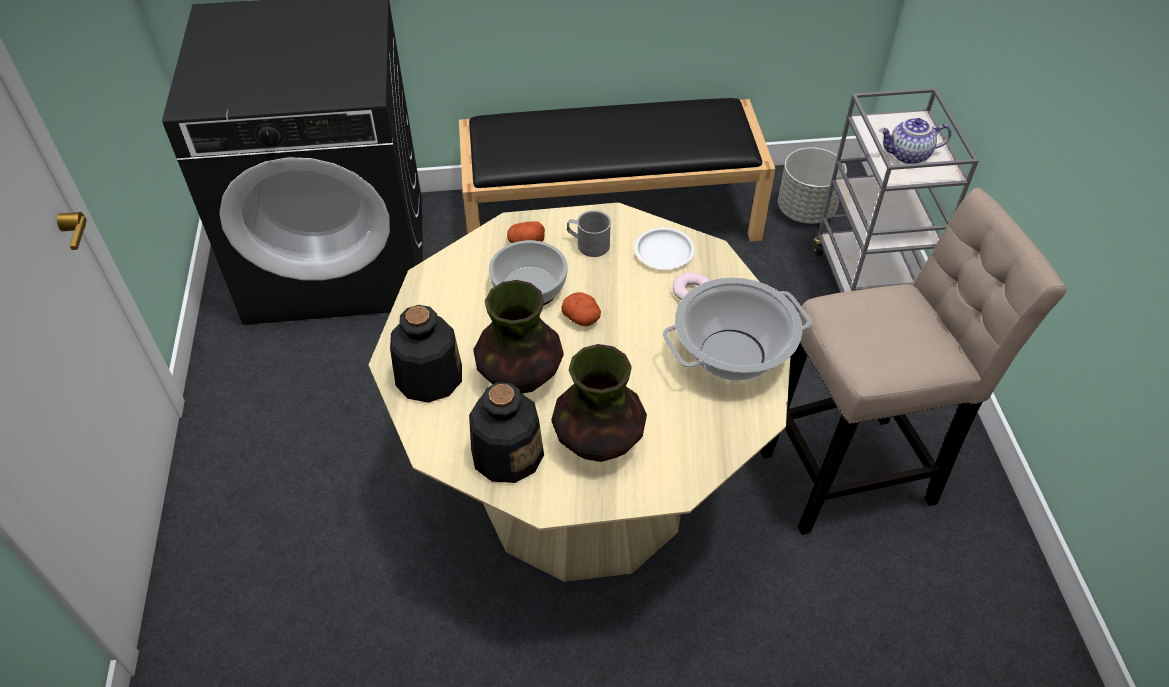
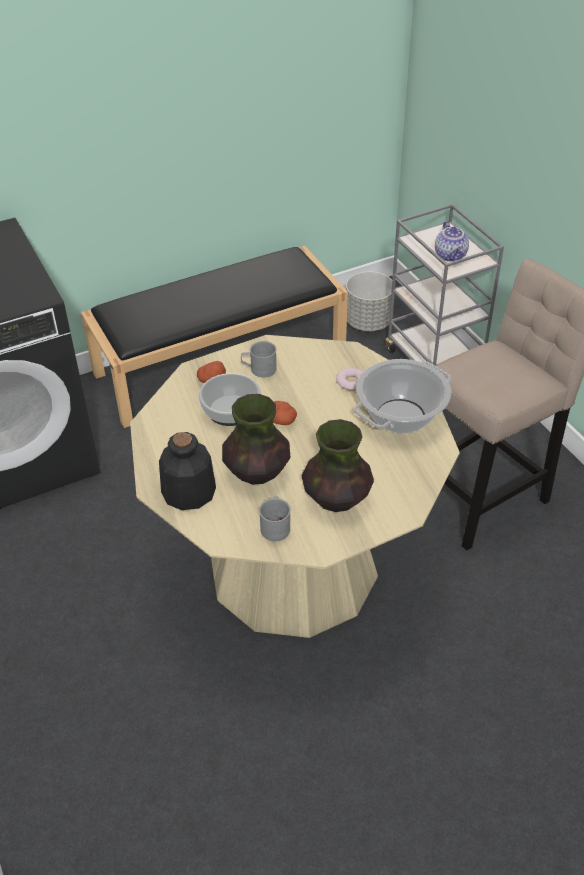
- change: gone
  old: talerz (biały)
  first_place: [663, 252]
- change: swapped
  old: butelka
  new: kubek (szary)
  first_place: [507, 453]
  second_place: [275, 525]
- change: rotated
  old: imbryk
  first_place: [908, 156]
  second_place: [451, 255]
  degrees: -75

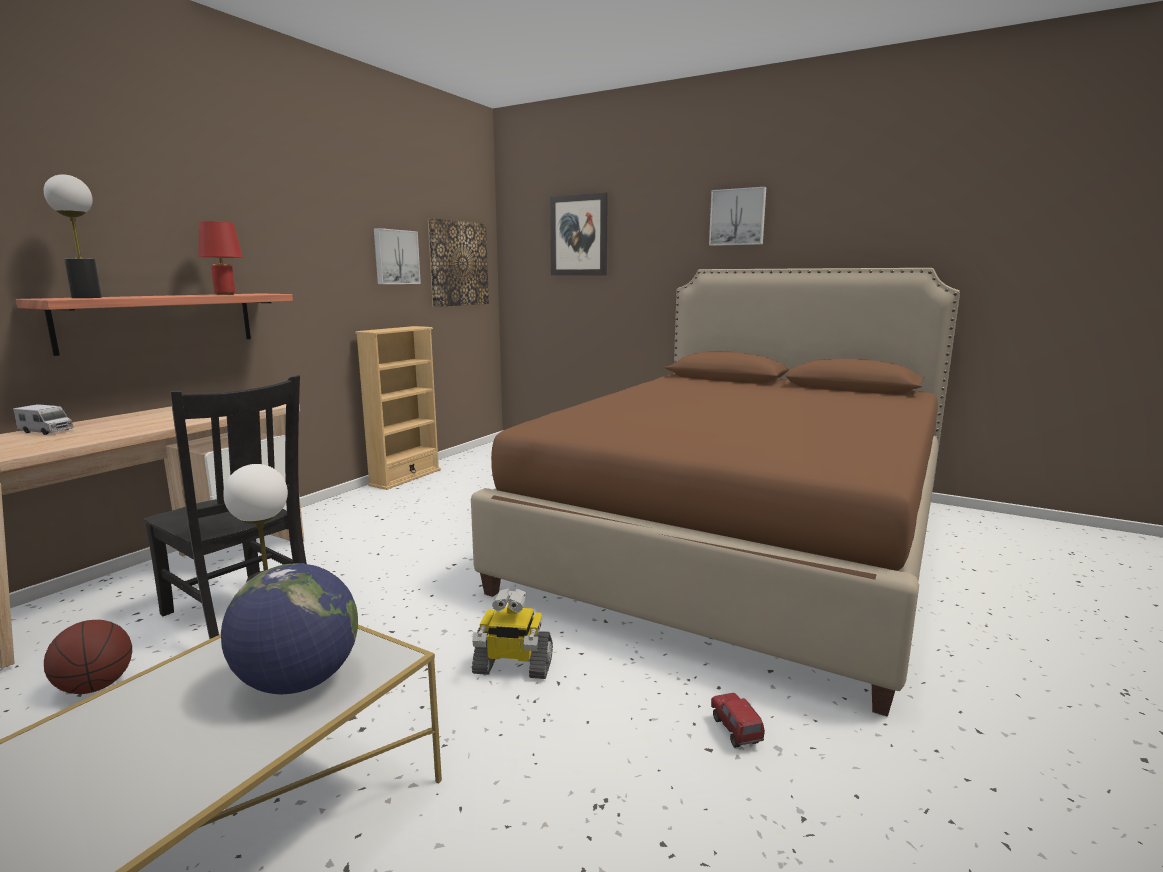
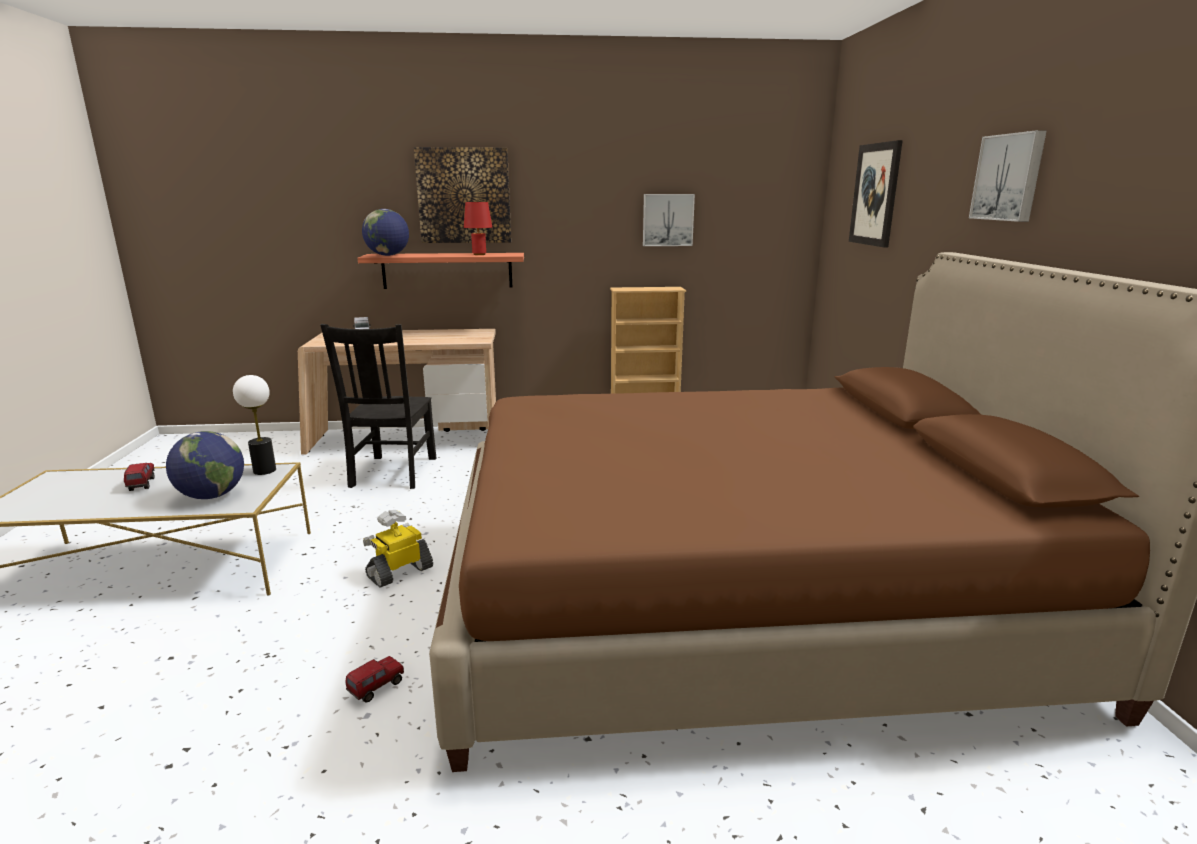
- change: gone
  old: piłka do koszykówki
  first_place: [95, 687]
- change: new
  new: ciężarówka zabawkowa
  second_place: [141, 485]
- change: shifted
  old: obraz
  first_place: [458, 263]
  second_place: [464, 196]
- change: swapped
  old: lampa stołowa
  new: globus
  first_place: [86, 297]
  second_place: [388, 255]
- change: rotated
  old: robot zabawkowy
  first_place: [512, 666]
  second_place: [399, 572]
  degrees: 75

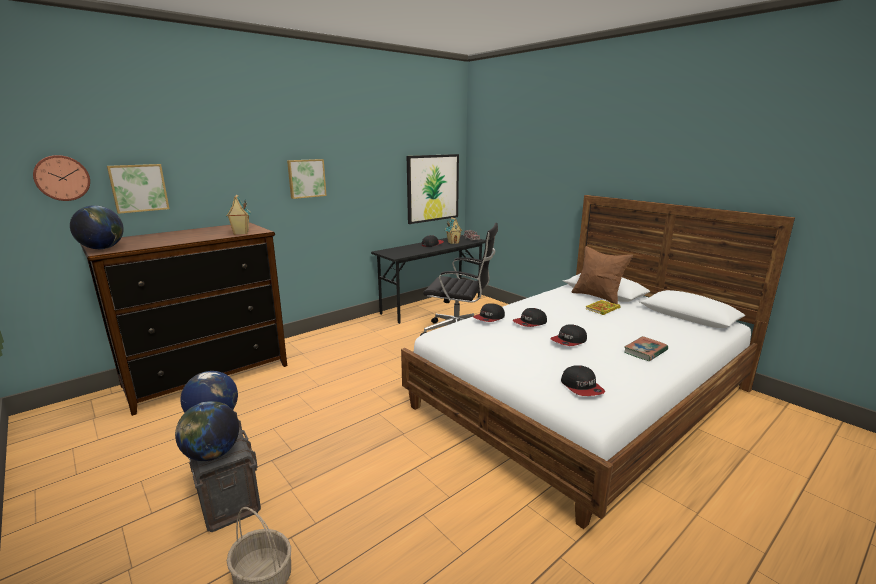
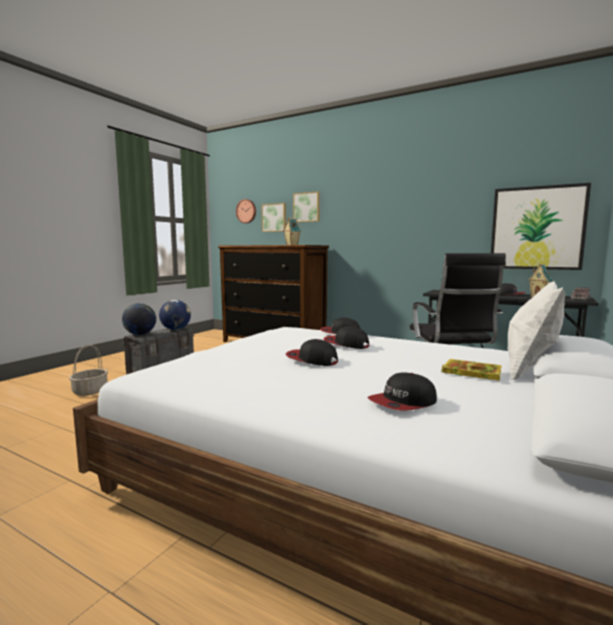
- change: gone
  old: globus
  first_place: [102, 249]
- change: gone
  old: książka
  first_place: [645, 351]
- change: shifted
  old: obraz
  first_place: [306, 178]
  second_place: [307, 207]
- change: shifted
  old: czapka z daszkiem
  first_place: [582, 387]
  second_place: [403, 403]
- change: repainted
  old: poduszka (brązowy)
  new: poduszka (biały)
  first_place: [598, 297]
  second_place: [530, 370]

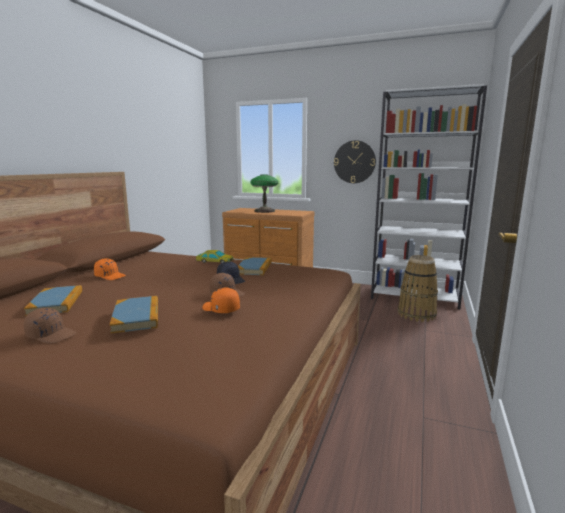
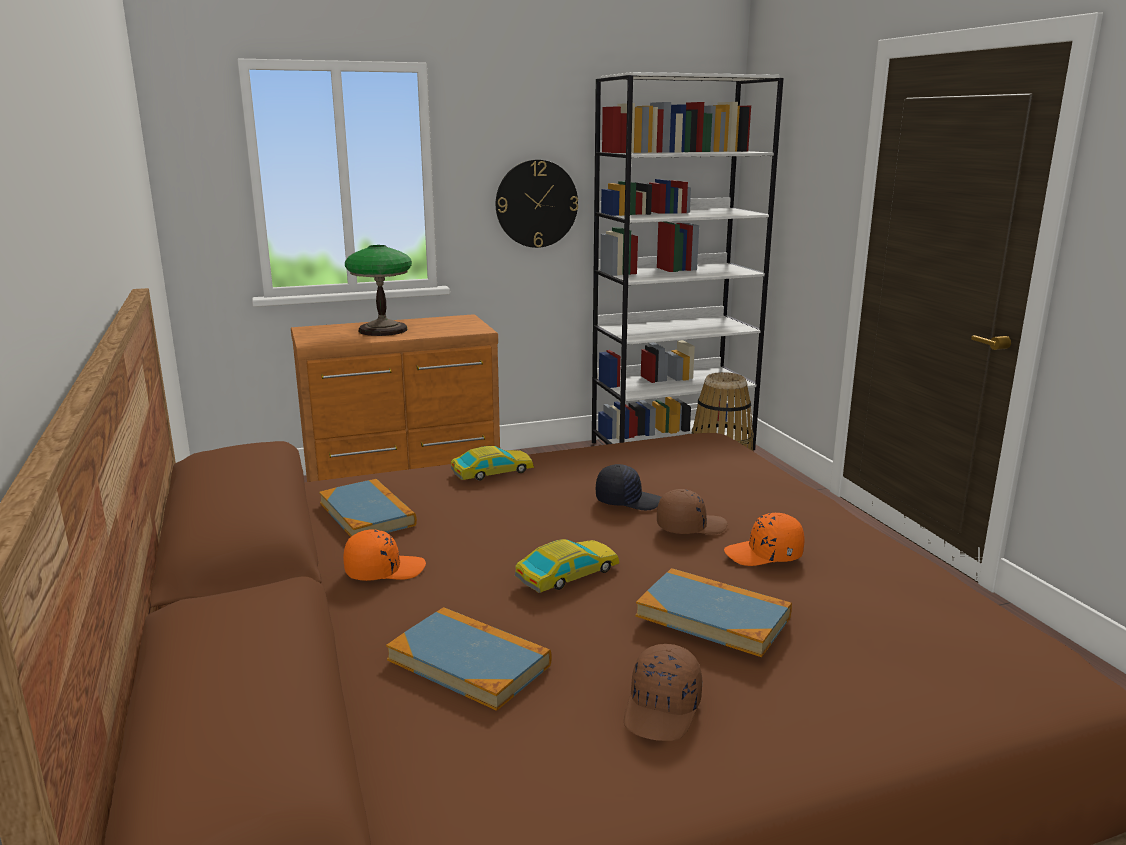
- change: new
  new: samochodzik
  second_place: [567, 574]
- change: shifted
  old: książka
  first_place: [254, 268]
  second_place: [367, 514]
- change: rotated
  old: czapka z daszkiem (brązowy)
  first_place: [51, 335]
  second_place: [663, 709]
  degrees: 135

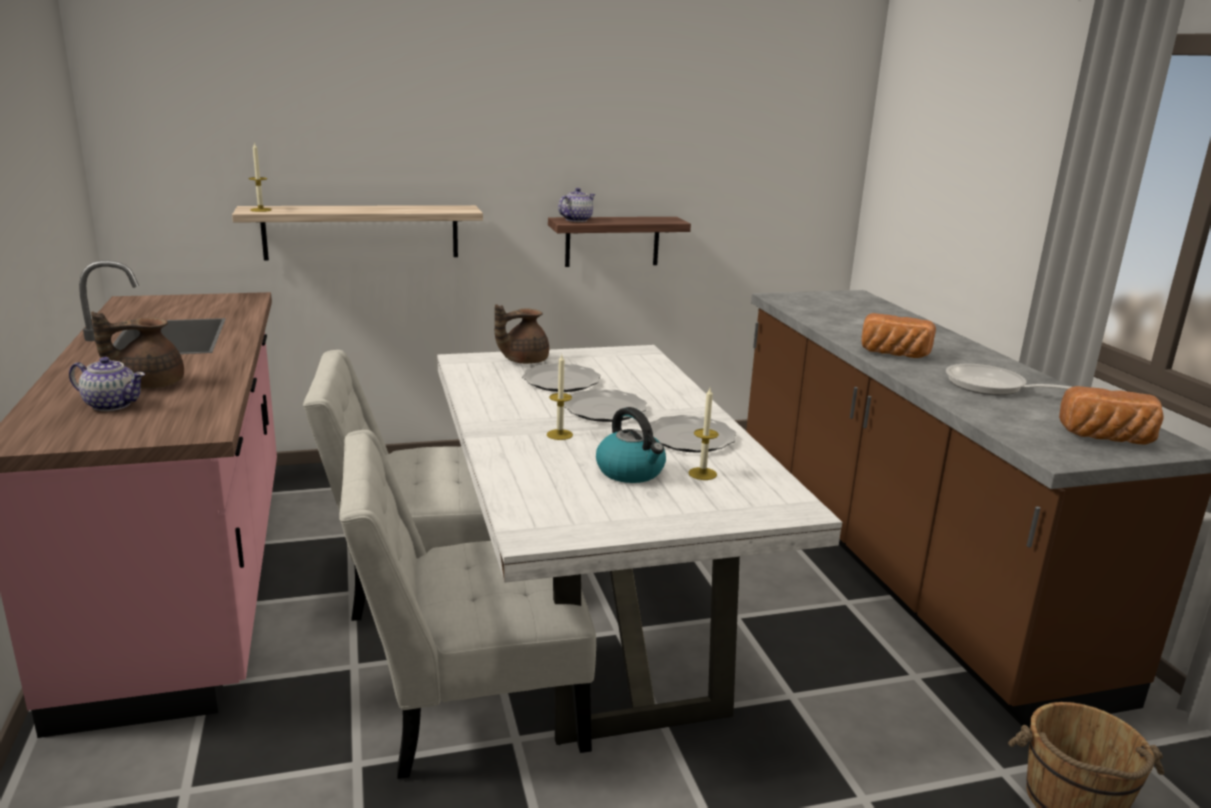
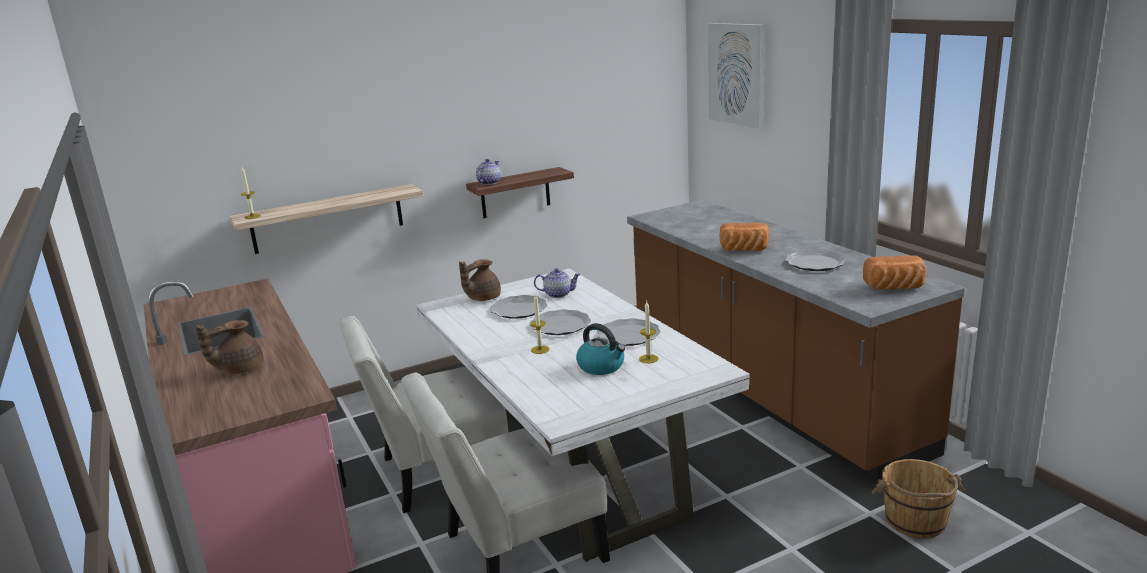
- change: new
  new: obraz
  second_place: [737, 74]
- change: shifted
  old: imbryk
  first_place: [113, 404]
  second_place: [558, 294]
- change: swapped
  old: patelnia
  new: talerz
  first_place: [992, 387]
  second_place: [815, 263]

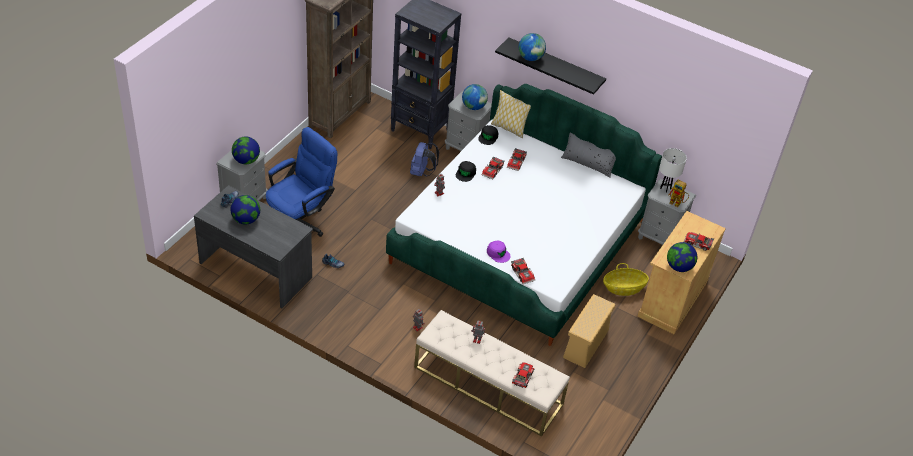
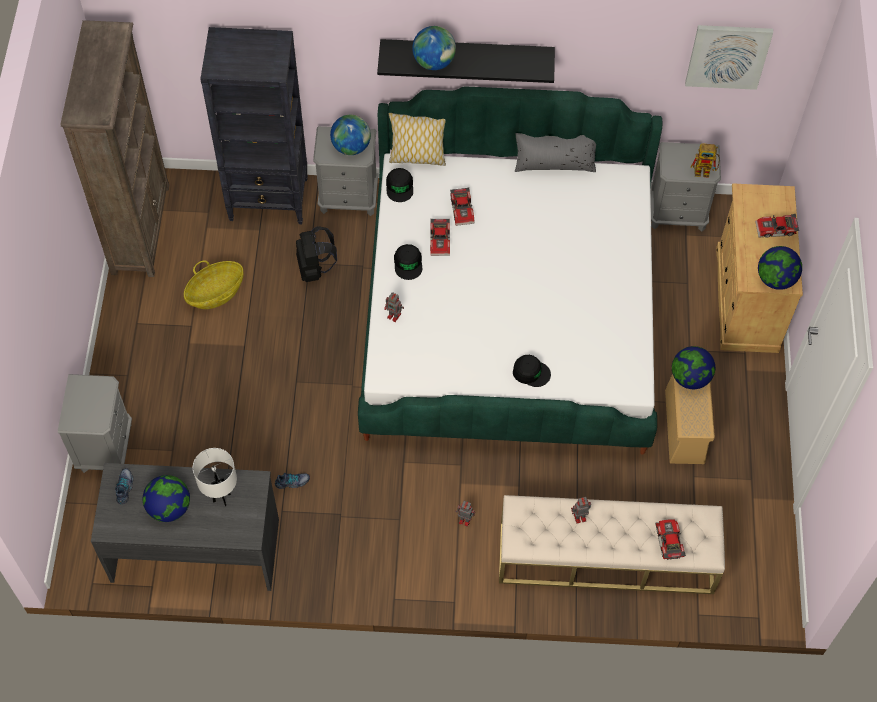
- change: gone
  old: krzesło biurowe (niebieski)
  first_place: [301, 221]
- change: gone
  old: samochodzik
  first_place: [523, 273]
- change: new
  new: obraz
  second_place: [728, 56]
- change: shifted
  old: globus
  first_place: [246, 160]
  second_place: [690, 378]
- change: shifted
  old: koszyk
  first_place: [623, 288]
  second_place: [216, 293]
- change: shifted
  old: lampa stołowa (biały)
  first_place: [665, 188]
  second_place: [221, 498]
- change: repainted
  old: plecak (niebieski)
  new: plecak (czarny)
  first_place: [422, 172]
  second_place: [315, 268]
- change: repainted
  old: czapka z daszkiem (fioletowy)
  new: czapka z daszkiem (czarny)
  first_place: [498, 253]
  second_place: [531, 372]

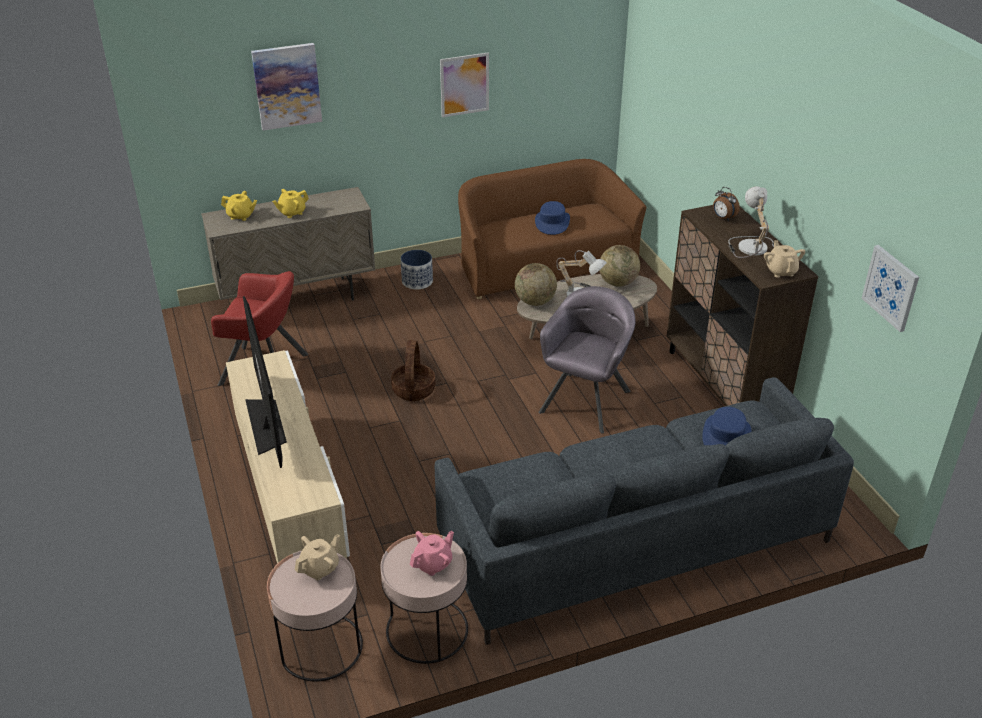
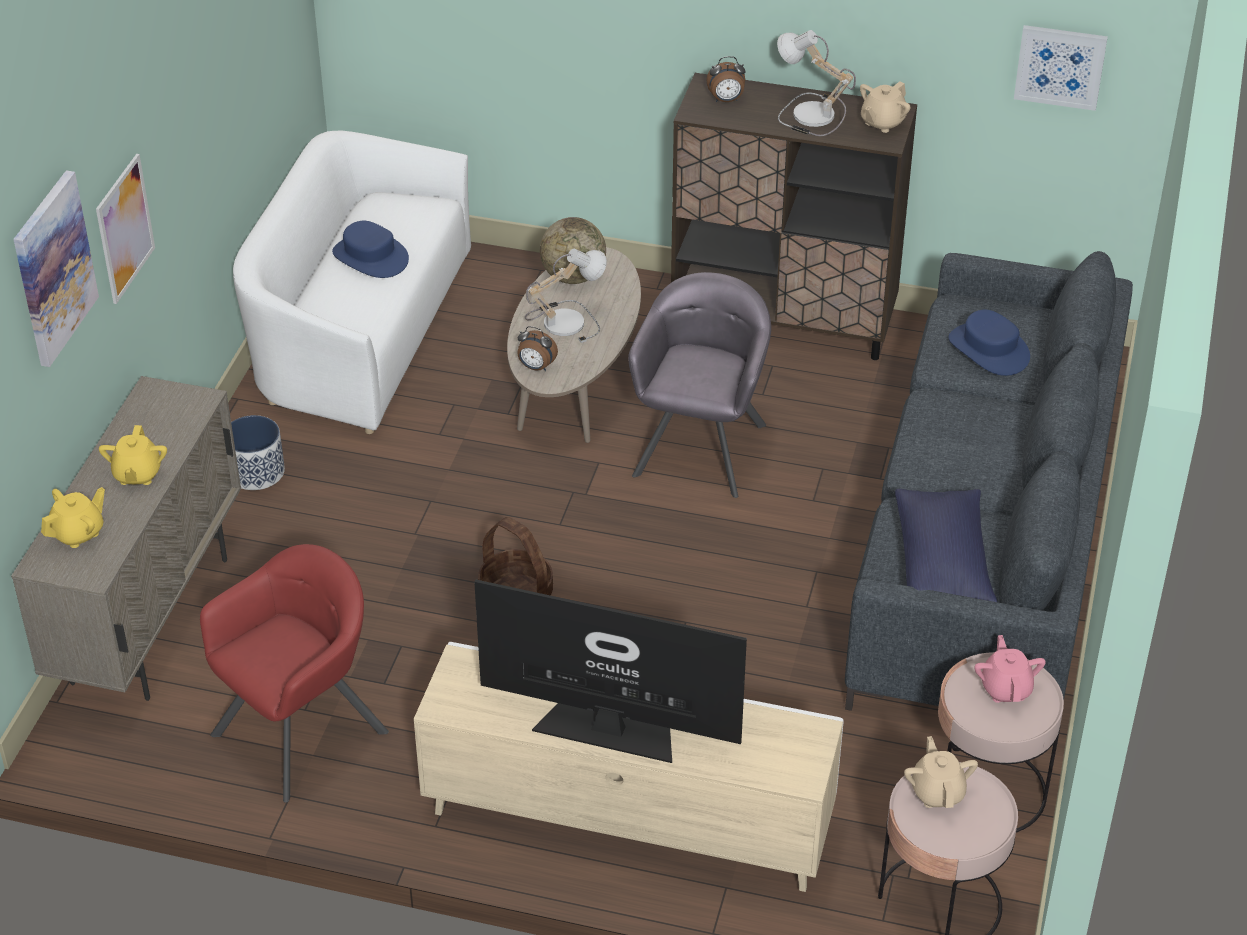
- change: new
  new: poduszka (niebieski)
  second_place: [942, 563]
- change: shifted
  old: obraz
  first_place: [464, 84]
  second_place: [125, 228]
- change: swapped
  old: globus
  new: budzik
  first_place: [535, 301]
  second_place: [536, 367]
- change: repainted
  old: kanapa (brązowy)
  new: kanapa (biały)
  first_place: [543, 264]
  second_place: [359, 330]
- change: rotated
  old: fotel (szary)
  first_place: [585, 401]
  second_place: [701, 449]
  degrees: 45
- change: rotated
  old: imbryk (beżowy)
  first_place: [781, 271]
  second_place: [882, 122]
  degrees: -75

